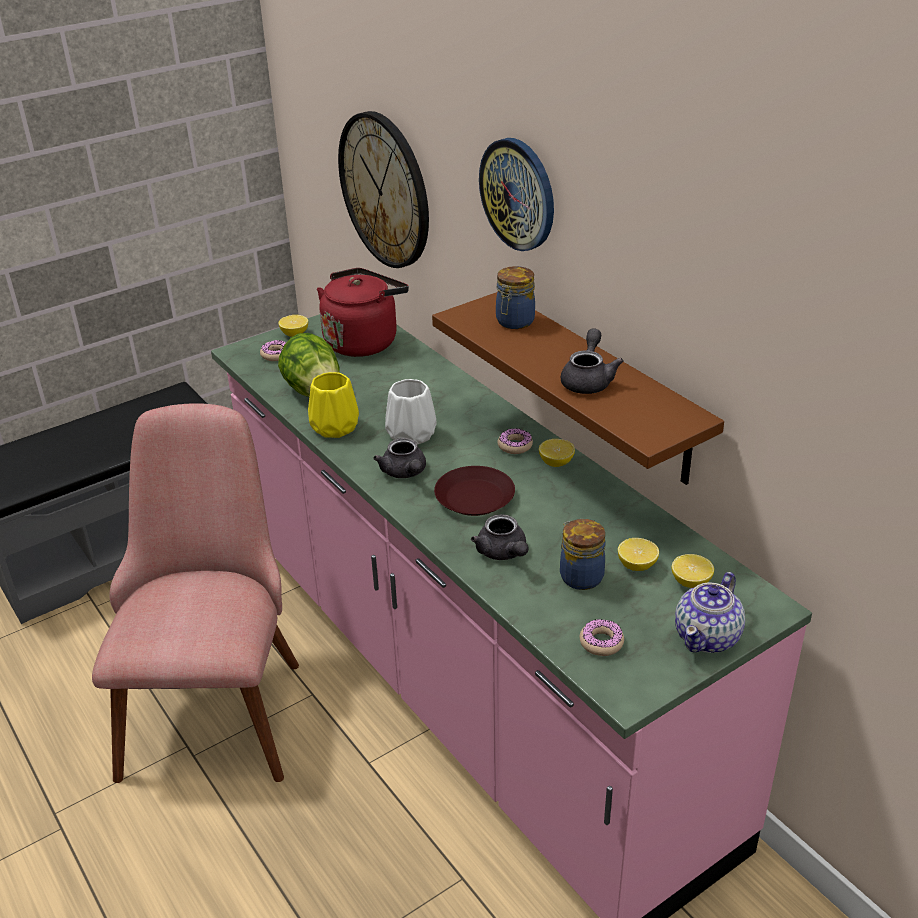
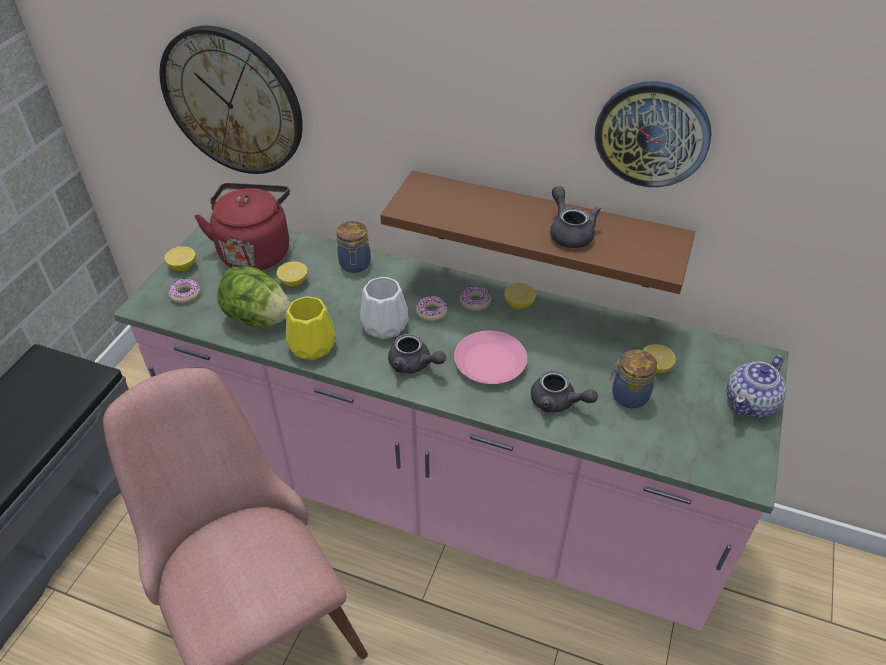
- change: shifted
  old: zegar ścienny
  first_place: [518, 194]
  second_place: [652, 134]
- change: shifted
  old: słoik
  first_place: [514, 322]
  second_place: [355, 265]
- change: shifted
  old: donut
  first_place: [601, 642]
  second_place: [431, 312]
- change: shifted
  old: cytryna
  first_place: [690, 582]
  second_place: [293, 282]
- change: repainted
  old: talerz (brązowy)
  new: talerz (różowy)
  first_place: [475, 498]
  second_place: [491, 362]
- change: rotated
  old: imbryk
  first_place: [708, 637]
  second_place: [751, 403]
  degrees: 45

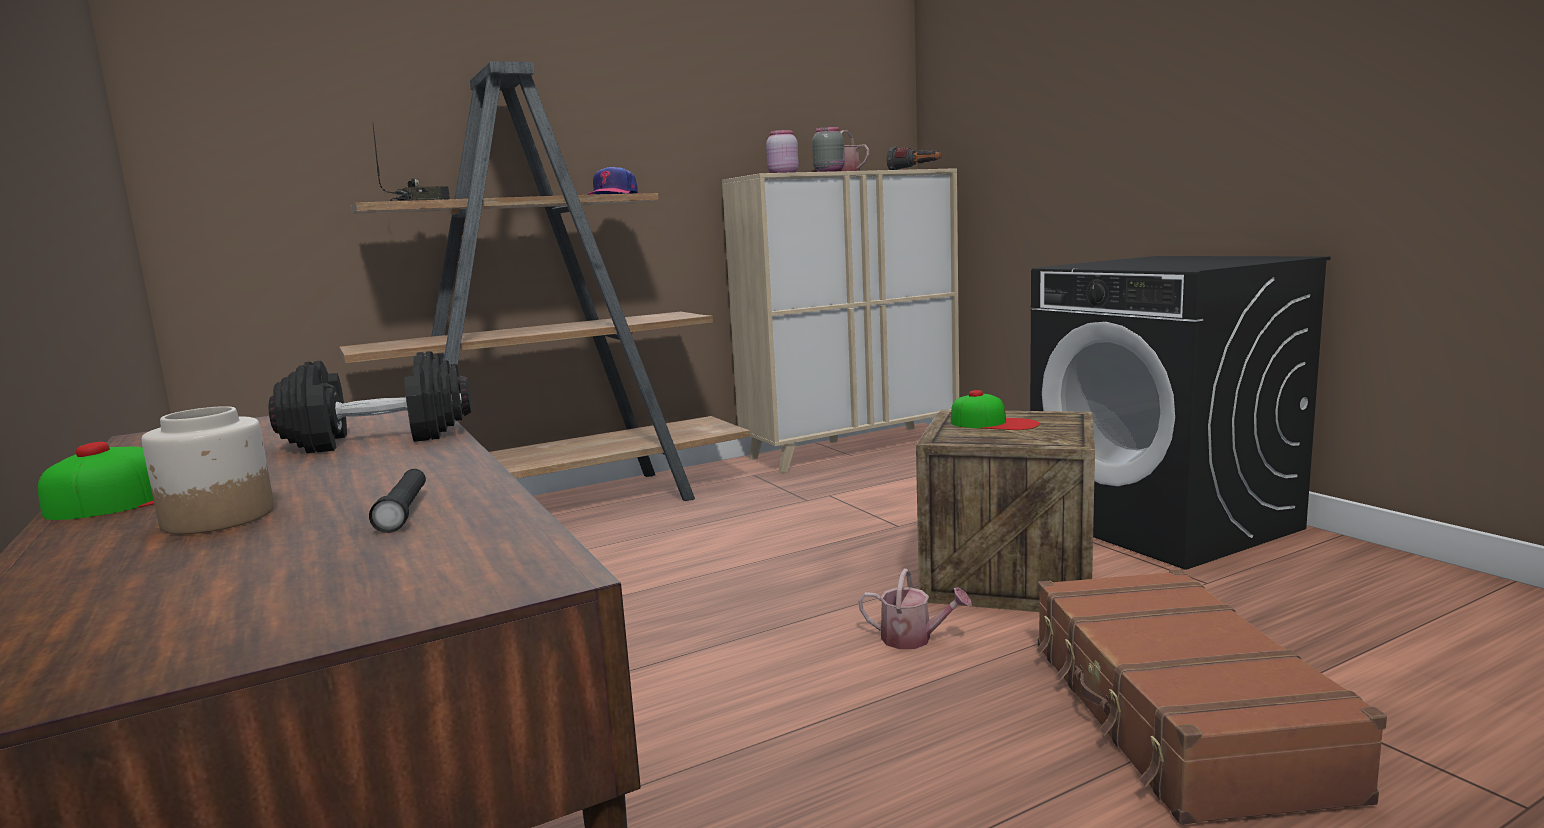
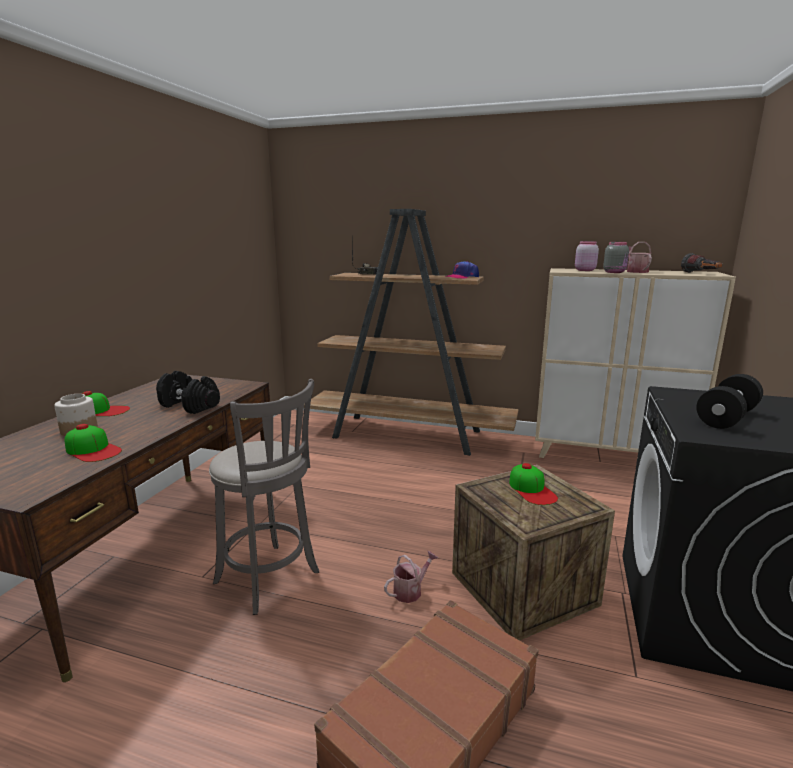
- change: new
  new: stołek (szary)
  second_place: [270, 580]
- change: new
  new: hantel (czarny)
  second_place: [726, 418]
- change: swapped
  old: latarka (czarny)
  new: czapka z daszkiem
  first_place: [404, 511]
  second_place: [93, 450]
- change: rotated
  old: konewka
  first_place: [913, 639]
  second_place: [410, 590]
  degrees: -105

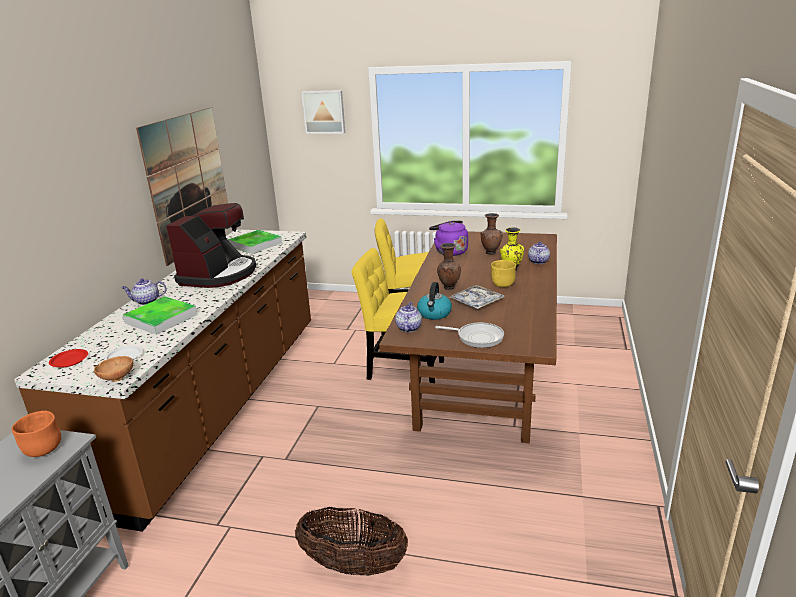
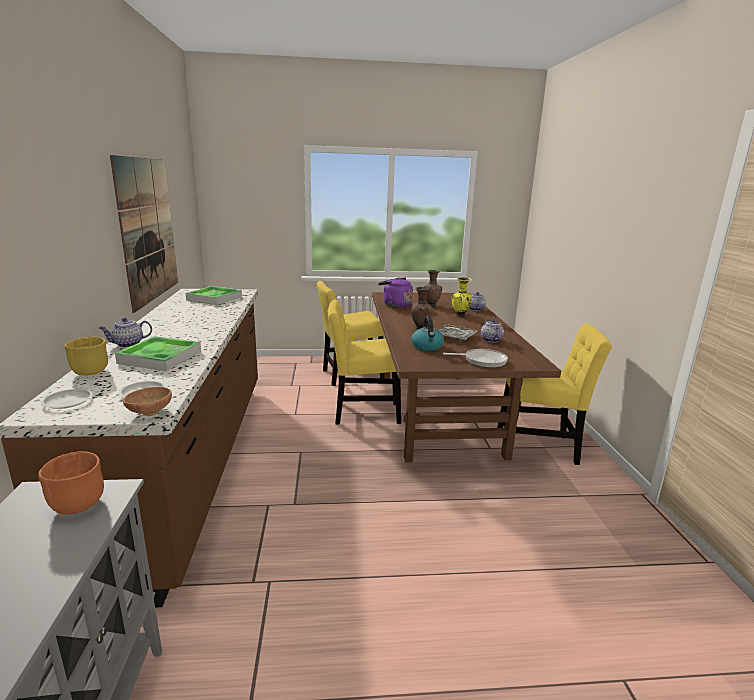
- change: gone
  old: ekspres do kawy
  first_place: [219, 274]
- change: gone
  old: koszyk
  first_place: [353, 565]
- change: gone
  old: obraz
  first_place: [324, 112]
- change: new
  new: krzesło (żółty)
  second_place: [540, 447]
- change: shifted
  old: imbryk
  first_place: [408, 328]
  second_place: [490, 340]
- change: shifted
  old: miska (żółty)
  first_place: [502, 285]
  second_place: [89, 372]
- change: repainted
  old: talerz (czerwony)
  new: talerz (biały)
  first_place: [69, 360]
  second_place: [67, 401]

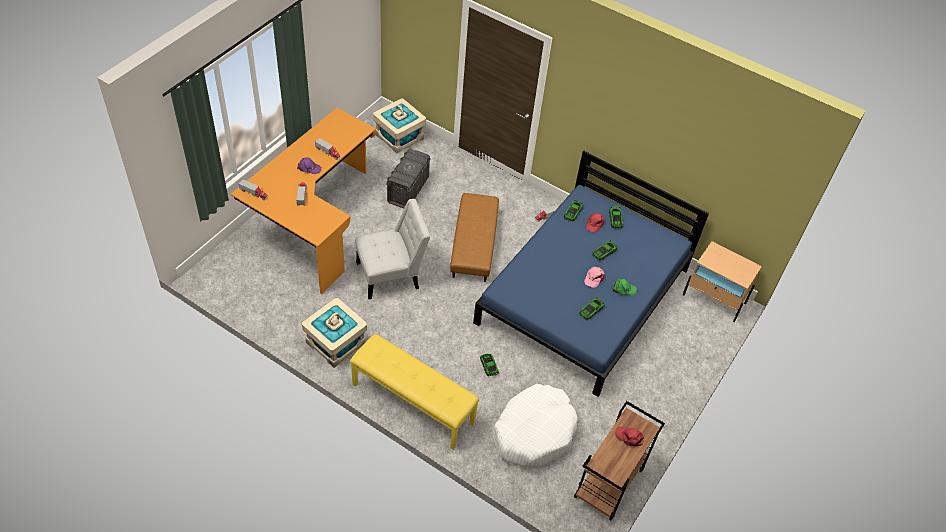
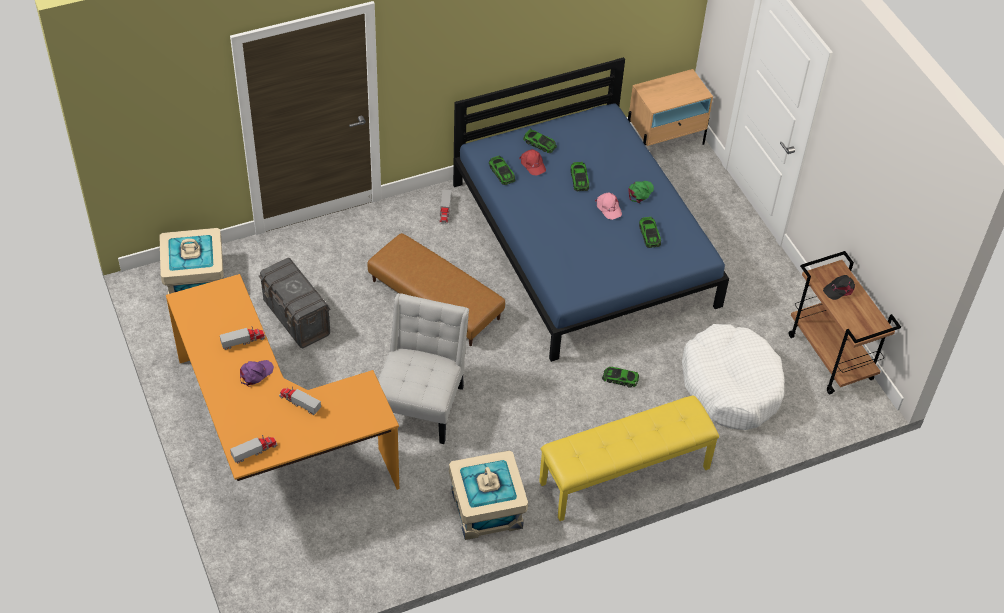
- change: repainted
  old: czapka z daszkiem (czerwony)
  new: czapka z daszkiem (czarny)
  first_place: [629, 437]
  second_place: [839, 289]

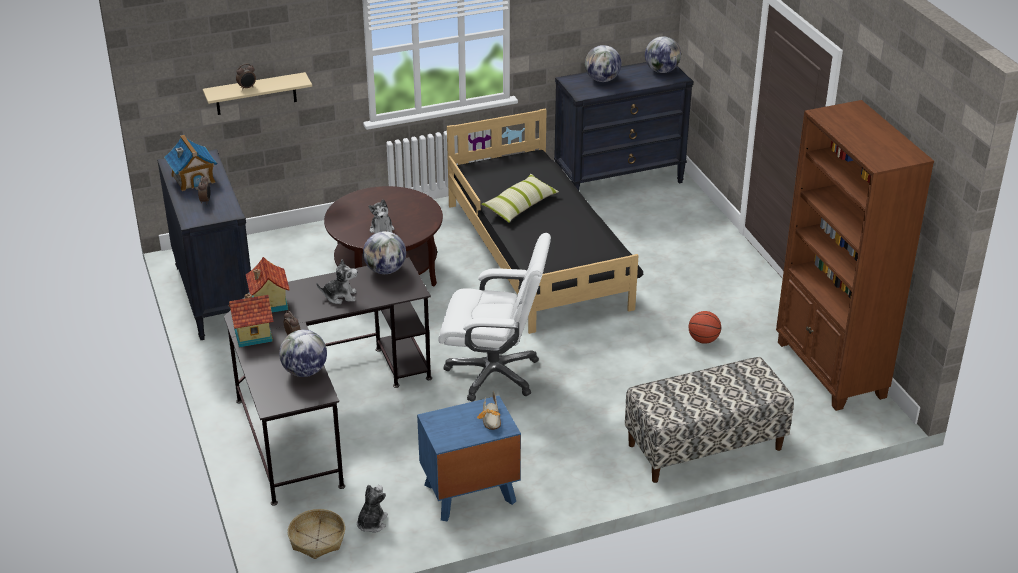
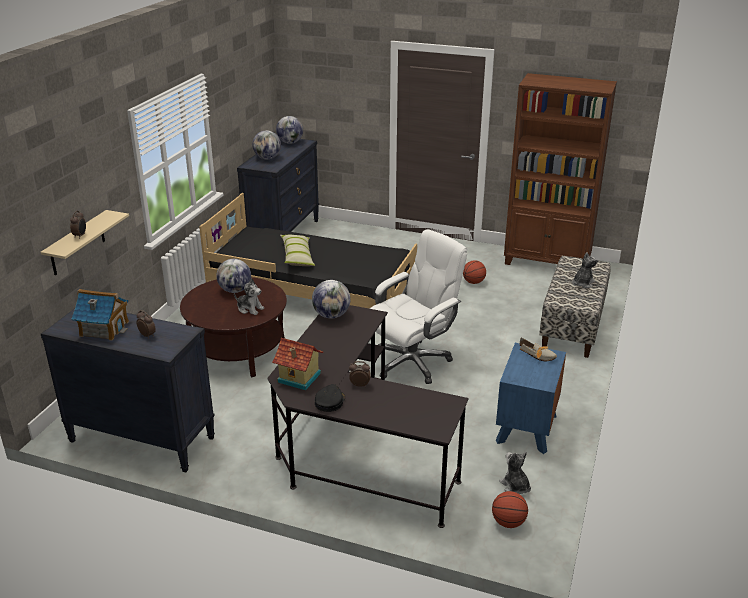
- change: shifted
  old: globus
  first_place: [304, 371]
  second_place: [235, 290]
- change: shifted
  old: pluszak
  first_place: [340, 296]
  second_place: [582, 283]
- change: swapped
  old: domek
  new: czapka z daszkiem (czarny)
  first_place: [252, 334]
  second_place: [329, 401]
- change: swapped
  old: koszyk
  new: piłka do koszykówki
  first_place: [317, 540]
  second_place: [508, 522]

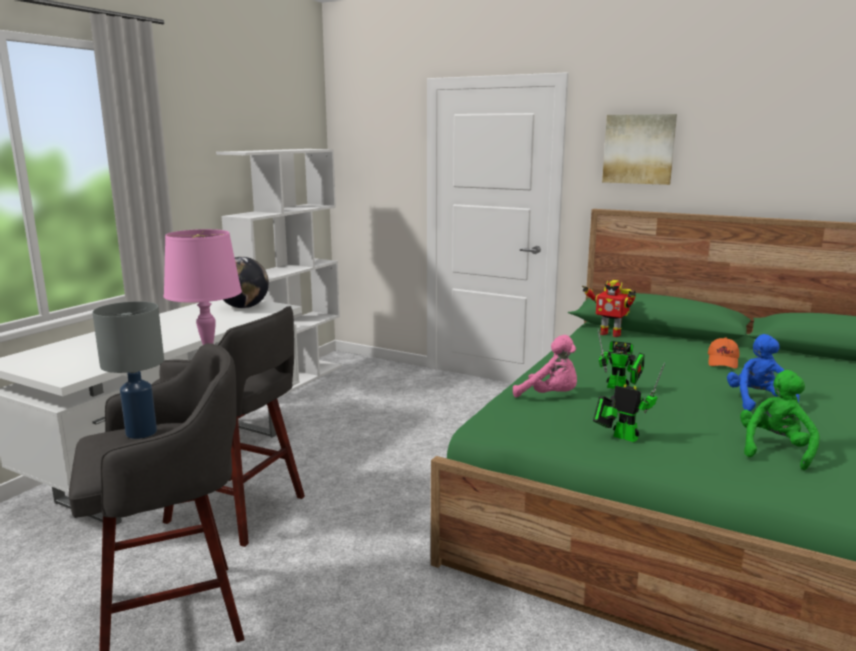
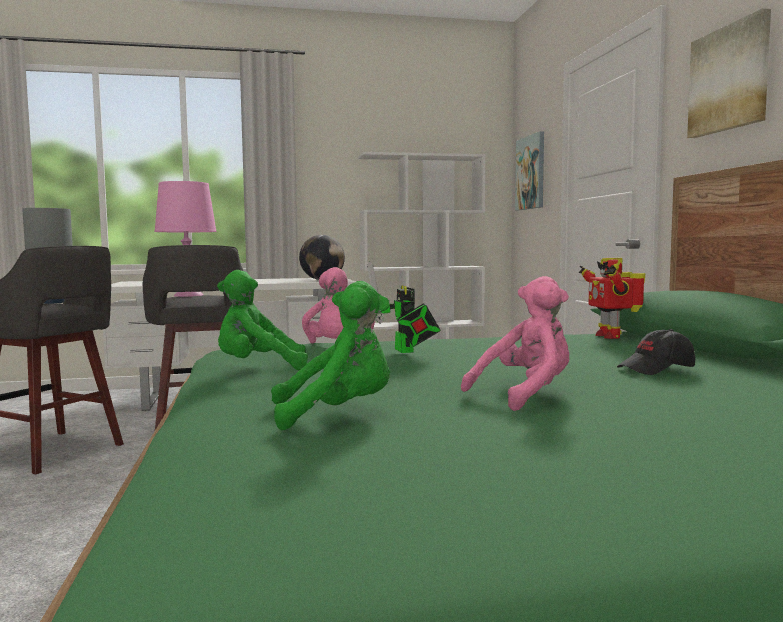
- change: new
  new: obraz
  second_place: [531, 172]
- change: swapped
  old: robot zabawkowy
  new: pluszak (zielony)
  first_place: [621, 436]
  second_place: [258, 369]
- change: repainted
  old: czapka z daszkiem (pomarańczowy)
  new: czapka z daszkiem (czarny)
  first_place: [723, 362]
  second_place: [656, 369]
- change: repainted
  old: pluszak (niebieski)
  new: pluszak (różowy)
  first_place: [758, 402]
  second_place: [526, 395]

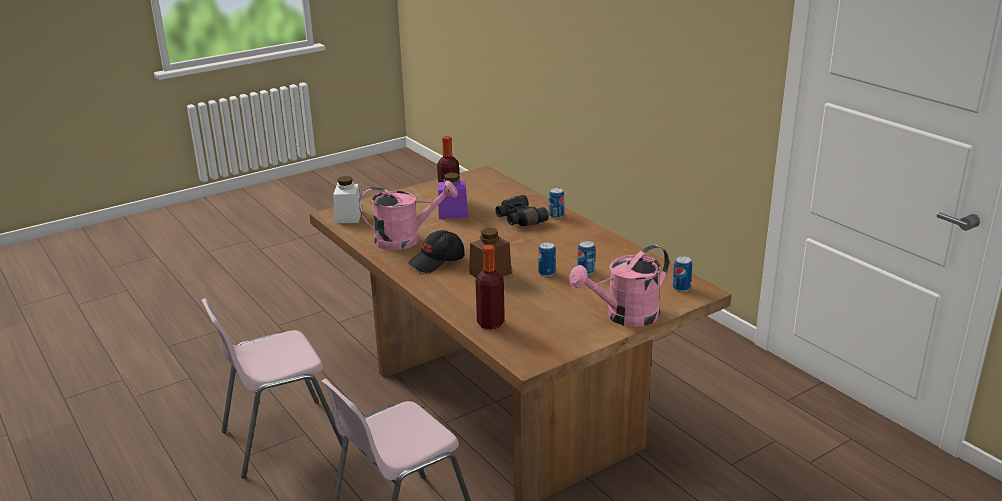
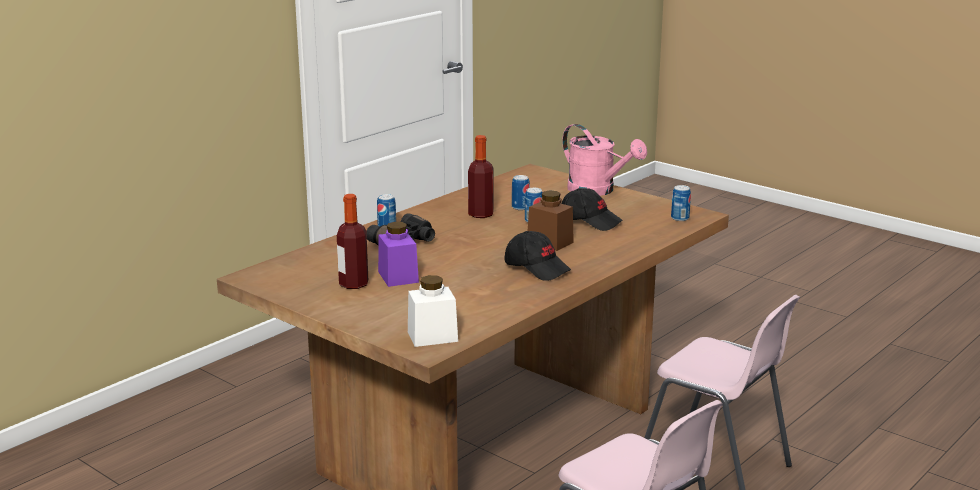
- change: gone
  old: konewka (różowy)
  first_place: [406, 239]
- change: new
  new: czapka z daszkiem (czarny)
  second_place: [590, 221]
- change: shifted
  old: butelka
  first_place: [490, 323]
  second_place: [480, 214]
- change: shifted
  old: puszka
  first_place: [681, 288]
  second_place: [680, 218]

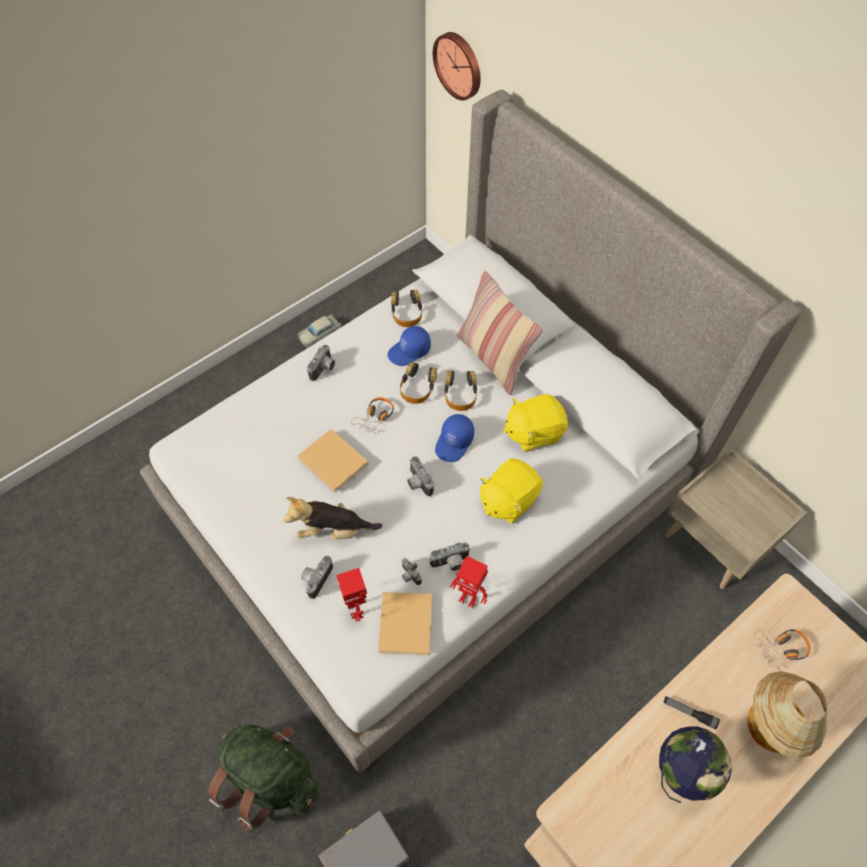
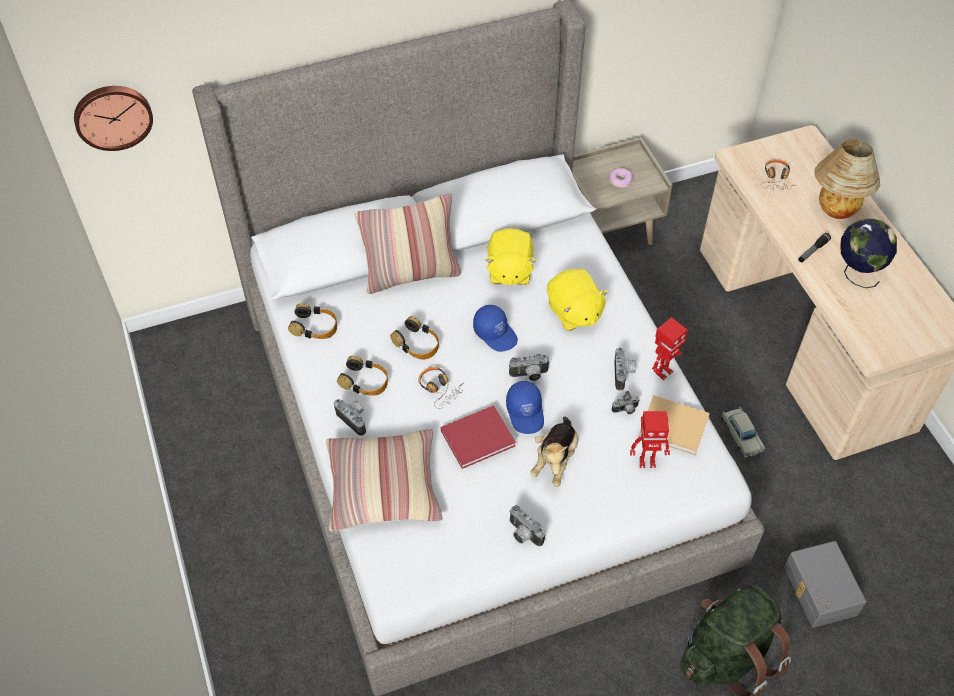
- change: new
  new: poduszka
  second_place: [383, 487]
- change: new
  new: donut
  second_place: [620, 181]
- change: shifted
  old: samochodzik (beżowy)
  first_place: [320, 334]
  second_place: [741, 435]
- change: shifted
  old: aparat fotograficzny
  first_place: [316, 578]
  second_place: [523, 534]
- change: shifted
  old: czapka z daszkiem (niebieski)
  first_place: [409, 351]
  second_place: [526, 412]
- change: shifted
  old: słuchawki
  first_place: [460, 393]
  second_place: [365, 381]
- change: repainted
  old: książka (beżowy)
  new: książka (czerwony)
  first_place: [334, 463]
  second_place: [480, 437]

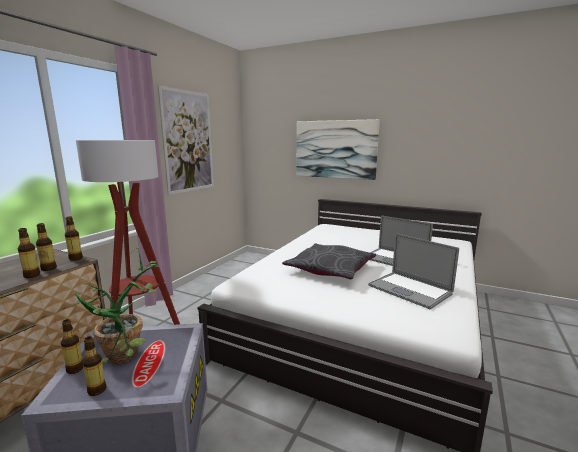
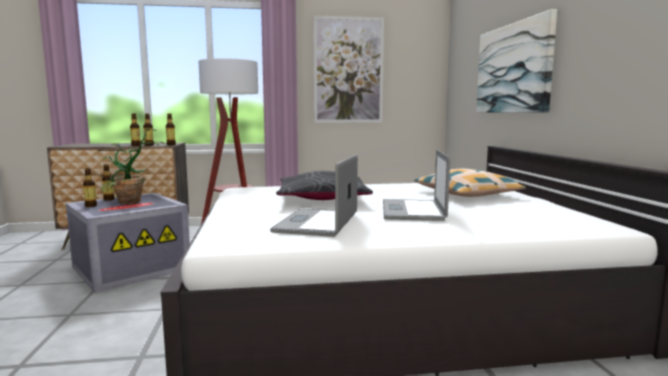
- change: new
  new: poduszka
  second_place: [467, 194]

